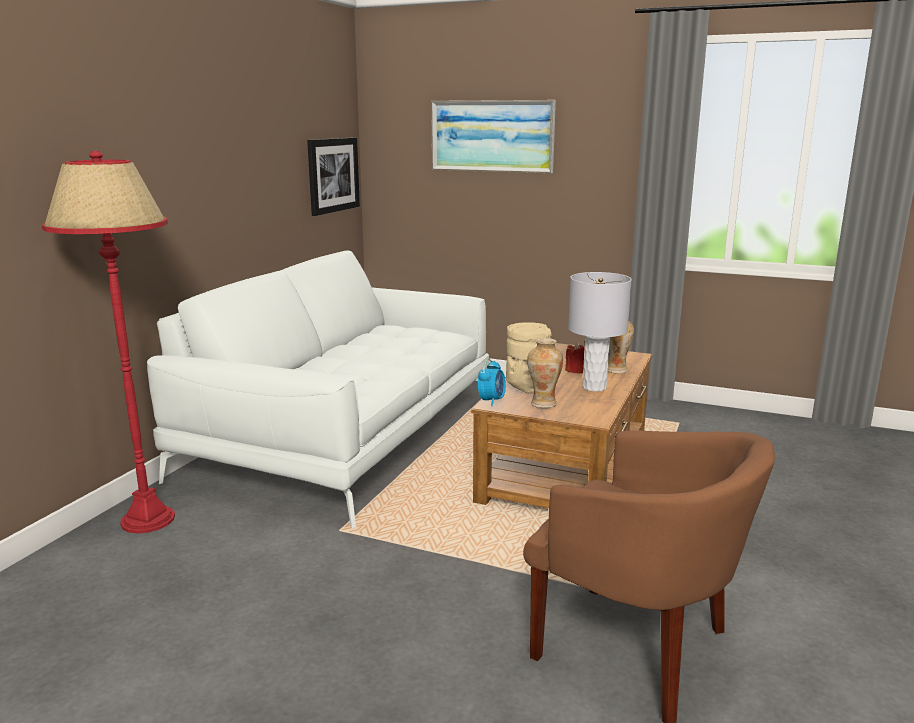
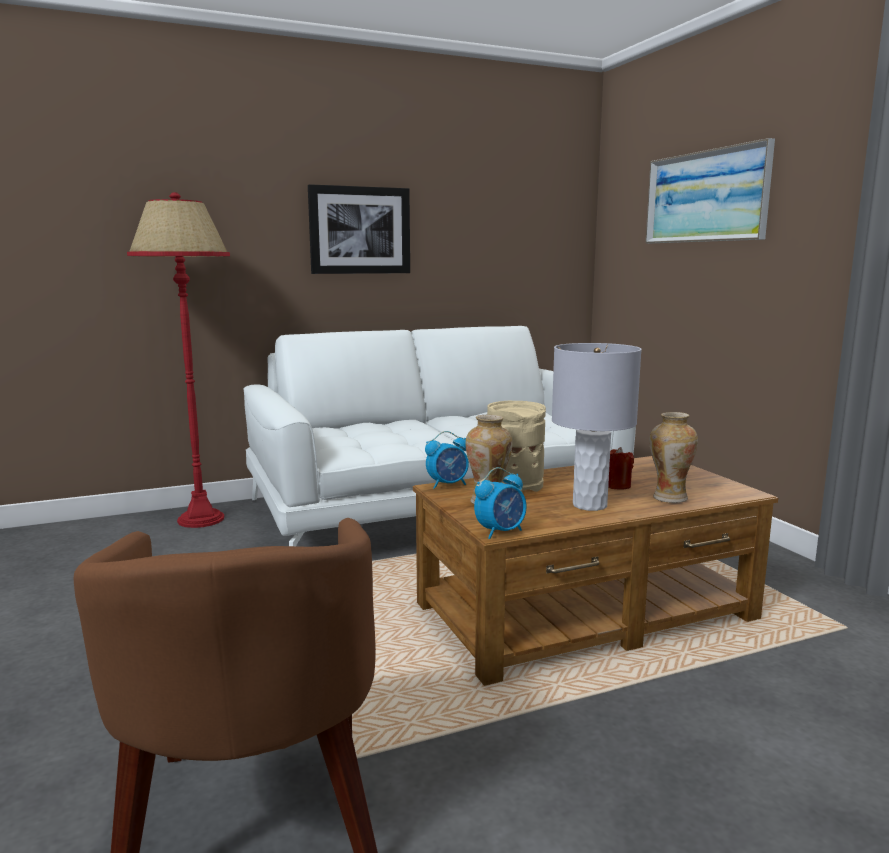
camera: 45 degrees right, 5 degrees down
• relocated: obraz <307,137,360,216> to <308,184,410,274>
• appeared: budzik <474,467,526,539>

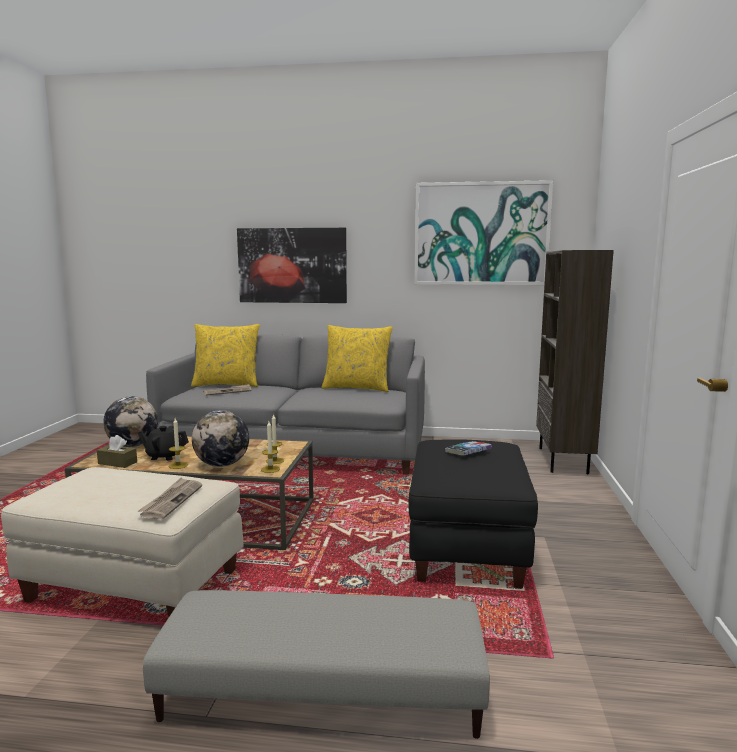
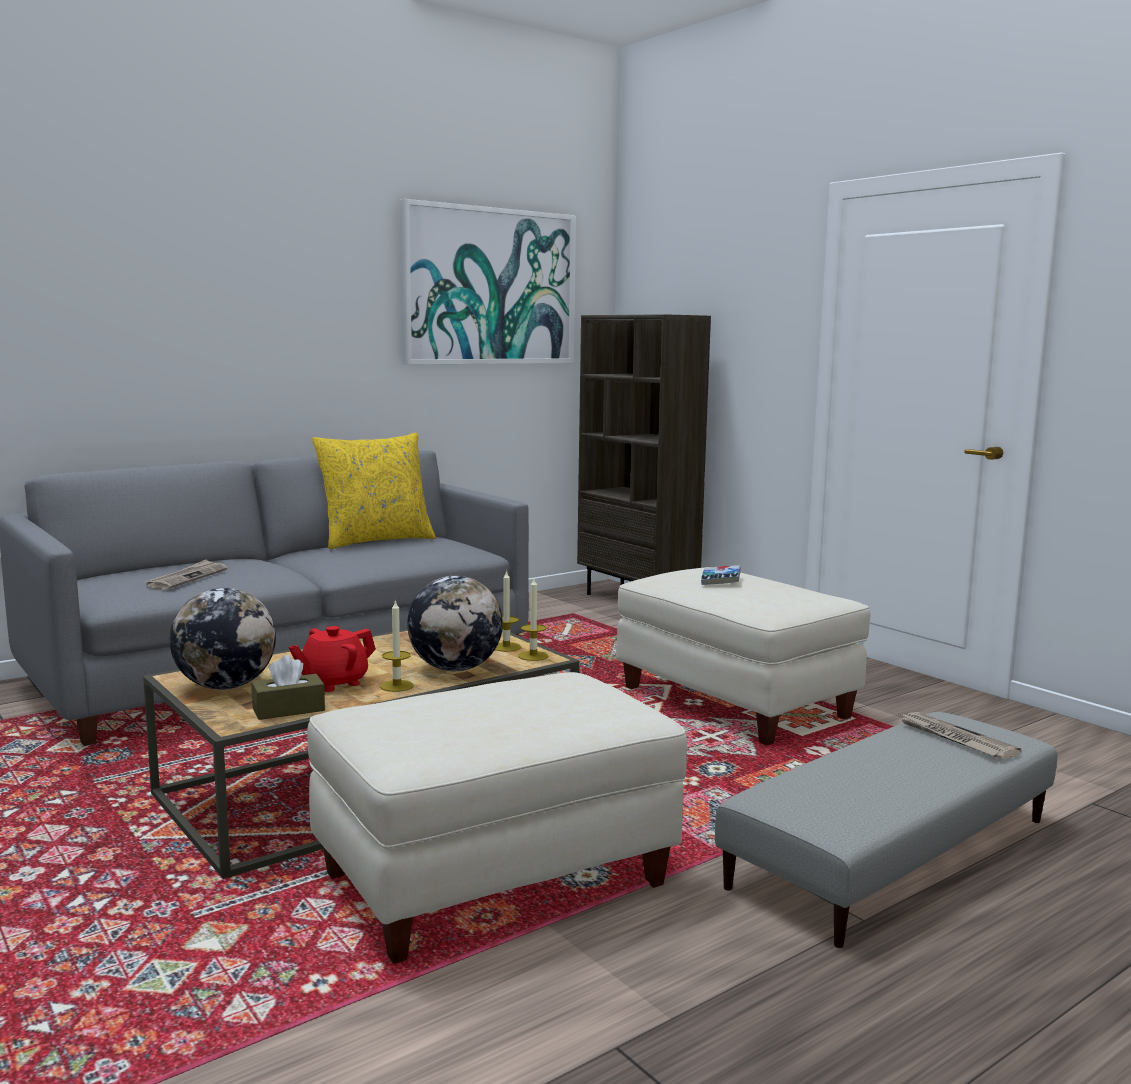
camera: 45 degrees left, 0 degrees up
• missing: obraz <237,228,347,303>
• missing: poduszka [żółty] <191,324,260,387>
• colour: imbryk [czarny] <138,426,189,460> to imbryk [czerwony] <289,626,376,692>
• colour: pufa [czarny] <409,439,538,588> to pufa [beżowy] <616,567,870,745>
• relocated: gazeta <137,478,202,519> to <899,712,1021,760>

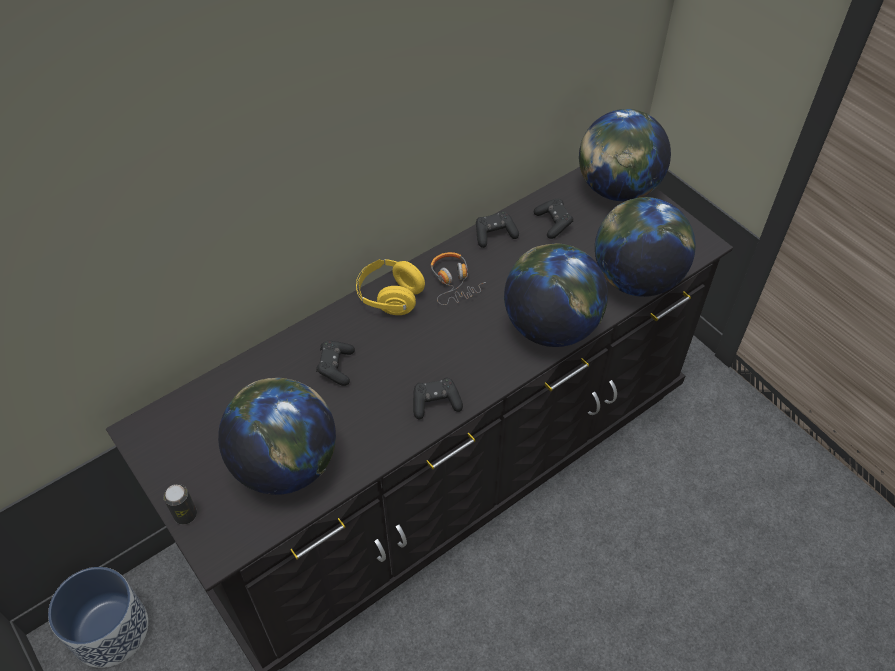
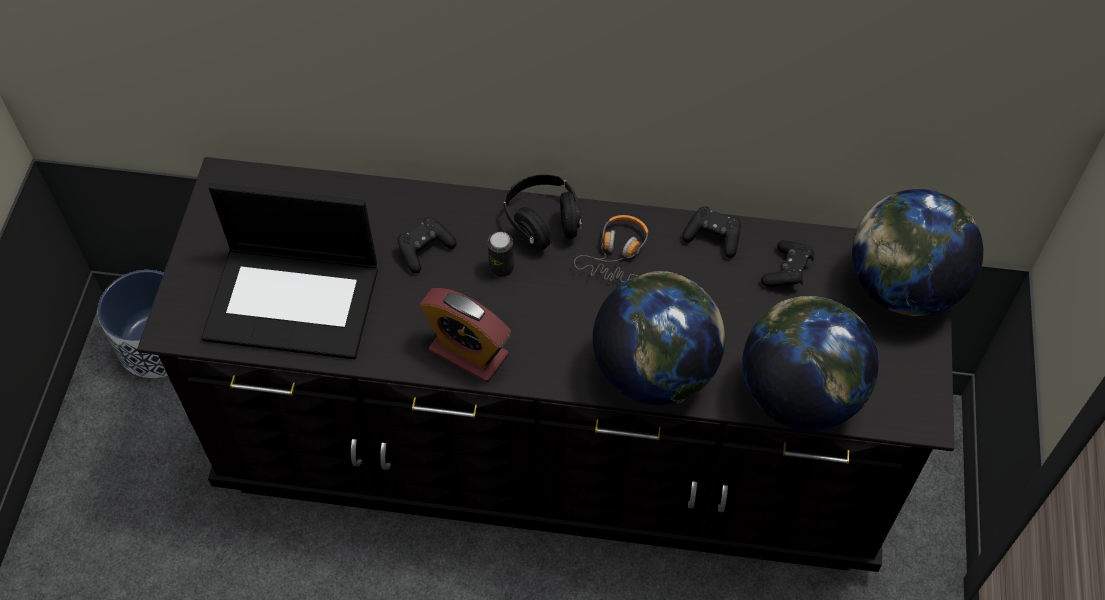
camera: 45 degrees right, 5 degrees up
• colour: słuchawki [żółty] <356,259,426,315> to słuchawki [czarny] <504,174,582,250>
• exchanged: pad do gier [czarny] <413,377,463,420> to budzik <420,288,511,382>
• exchanged: globus <218,378,336,495> to laptop <201,183,378,360>
• relocated: puszka <163,484,197,525> to <488,232,514,277>

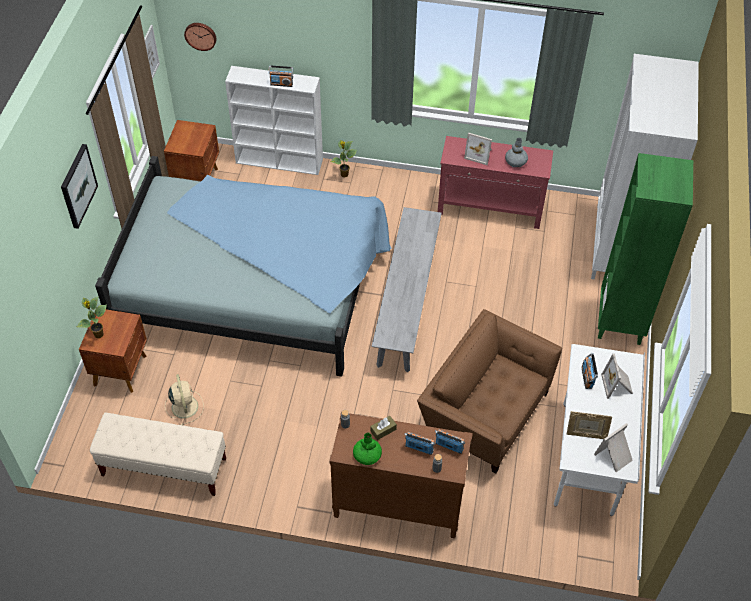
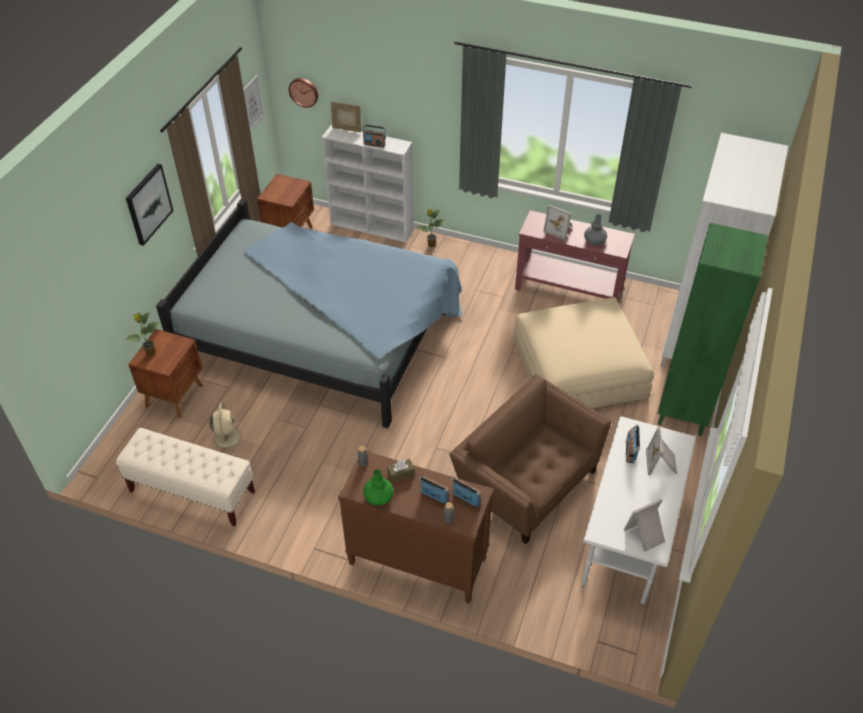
camera: 10 degrees right, 5 degrees down
• missing: ławka [szary] <372,207,442,372>
• relocated: ramka na zdjęcie <567,411,612,439> to <331,102,361,132>
• appeared: pufa [beżowy] <513,297,654,408>

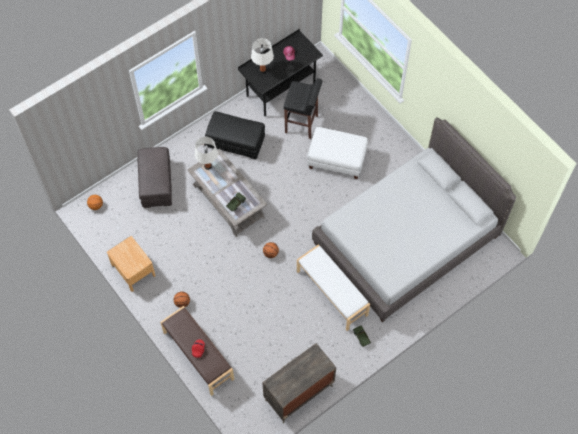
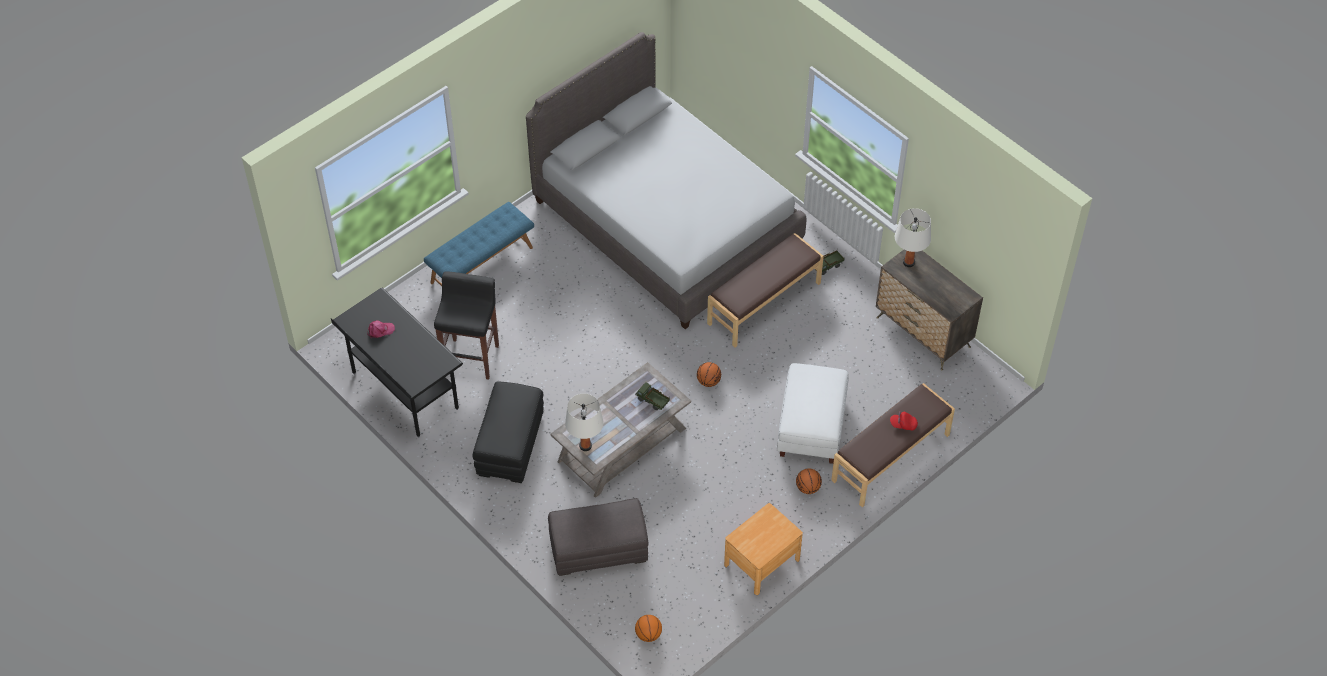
camera: 95 degrees left, 10 degrees down
• relocated: lampa stołowa [biały] <251,38,274,73> to <895,208,931,267>
• relocated: pufa [biały] <307,127,368,179> to <777,363,849,464>
• colour: ławka [biały] <297,244,370,331> to ławka [brązowy] <707,233,823,348>
• appeared: ławka [niebieski] <424,202,534,286>

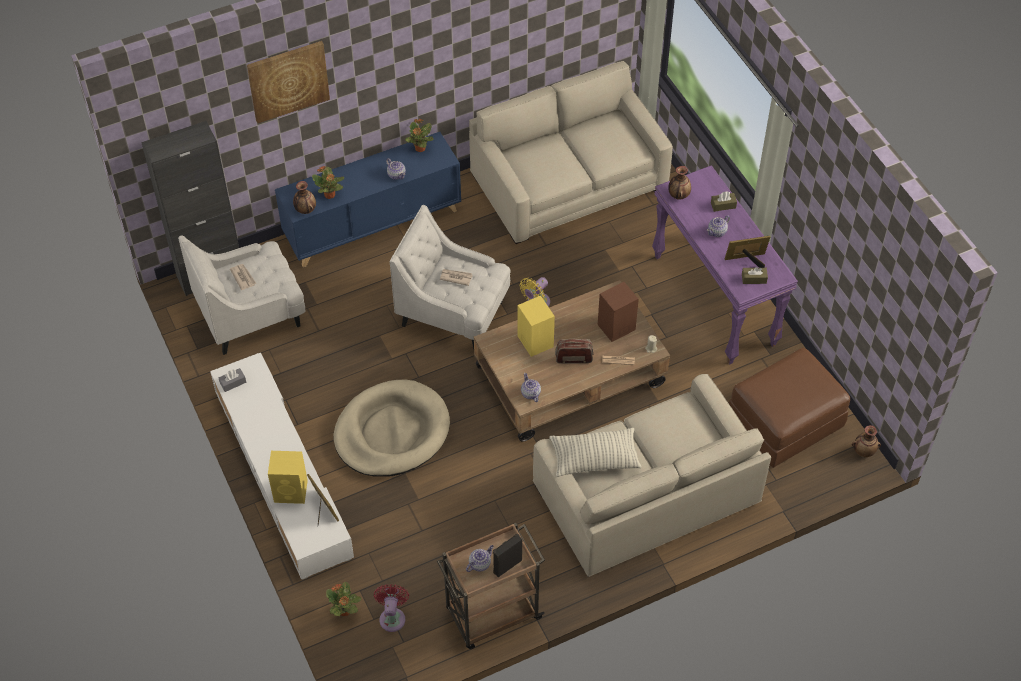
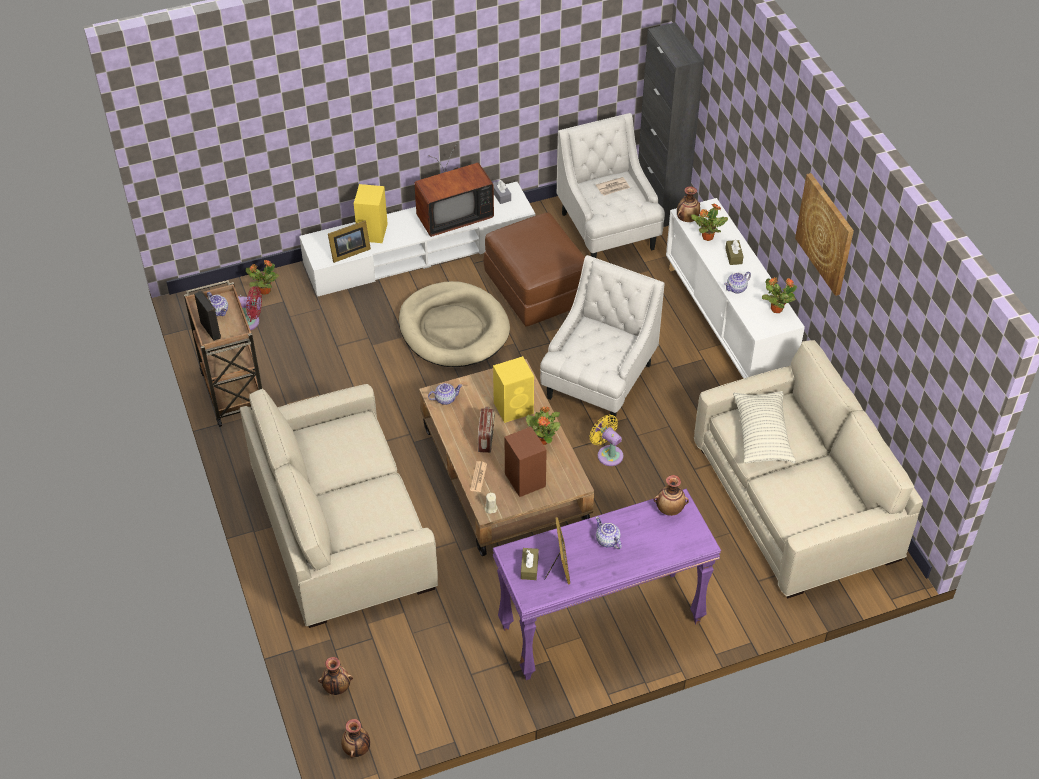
camera: 95 degrees right, 5 degrees down
• relocated: obraz <247,41,330,123> to <795,173,854,296>
• colour: szafka [niebieski] <275,132,461,267> to szafka [biały] <666,198,805,379>
• relocated: pudełko chusteczek [brązowy] <711,191,737,212> to <725,239,744,265>
• missing: gazeta <440,269,473,286>
• relocated: pufa [brązowy] <729,348,850,468> to <483,213,585,326>
• relocated: poduszka <549,428,641,477> to <733,391,796,463>
• appeared: telewizor <414,144,494,237>
• appeared: roślina doniczkowa <526,406,561,445>
• appeared: wazon <318,657,353,695>

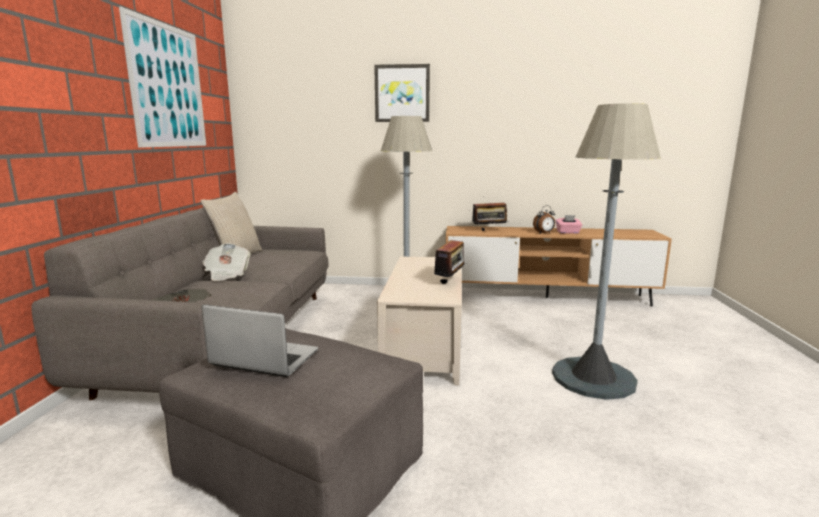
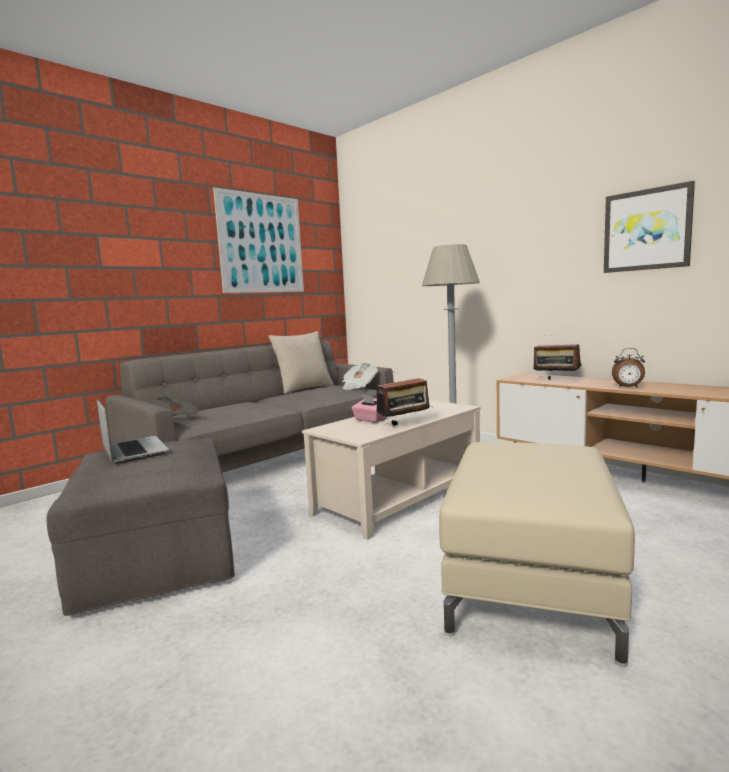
camera: 40 degrees right, 5 degrees down
• relocated: obraz <374,64,430,122> to <604,181,695,273>
• exchanged: lampa stojąca [szary] <552,103,661,400> to pufa [beżowy] <439,442,635,667>
• relocated: pudełko chusteczek [różowy] <556,215,582,234> to <352,394,387,423>
• relocated: gazeta <202,243,251,281> to <342,363,378,390>

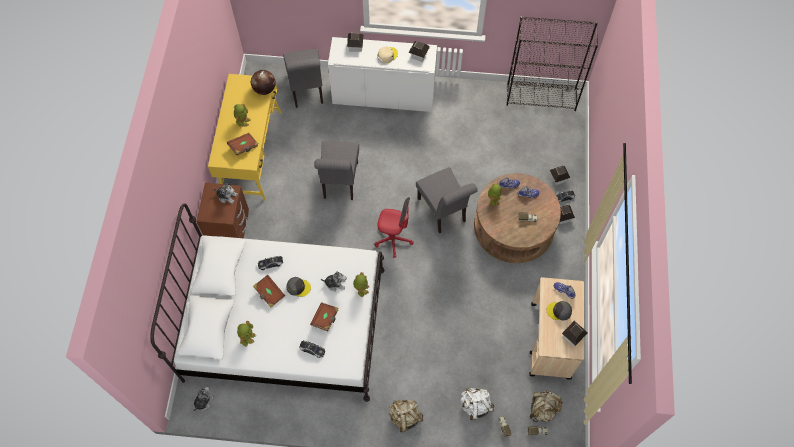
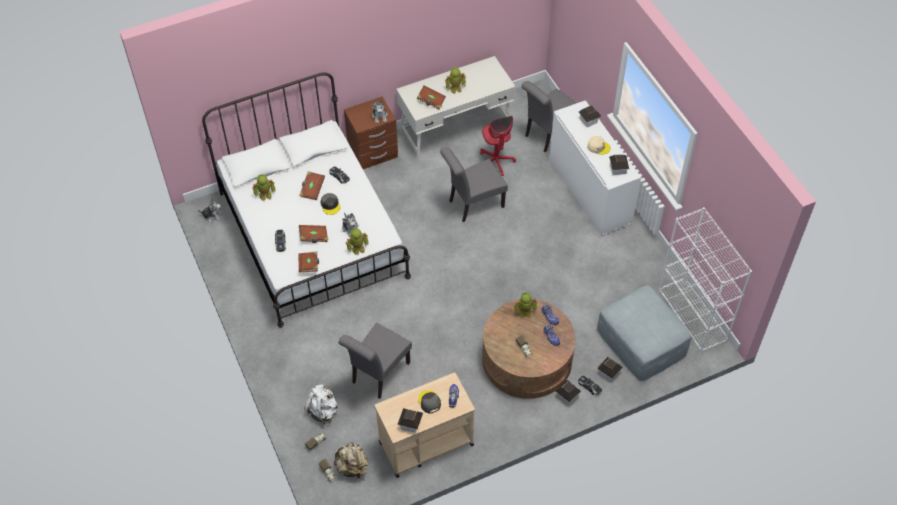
camera: 60 degrees right, 10 degrees down
• colour: regał [czarny] <507,16,598,111> to regał [biały] <658,207,752,354>
• missing: globus <251,70,276,95>
• colour: biurko [żółty] <208,74,282,201> to biurko [biały] <396,56,516,162>
• relocated: krzesło [szary] <416,167,478,233> to <339,323,412,399>
• relocated: krzesło biurowe [czerwony] <375,197,414,258> to <480,116,516,176>
• missing: plecak [beżowy] <389,400,423,432>
• appeared: książka [brązowy] <298,251,319,273>
• appeared: pufa [szary] <597,285,691,381>

